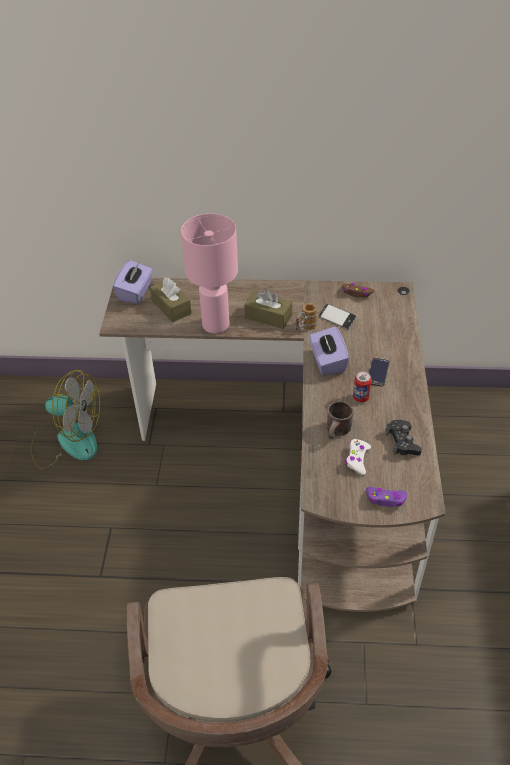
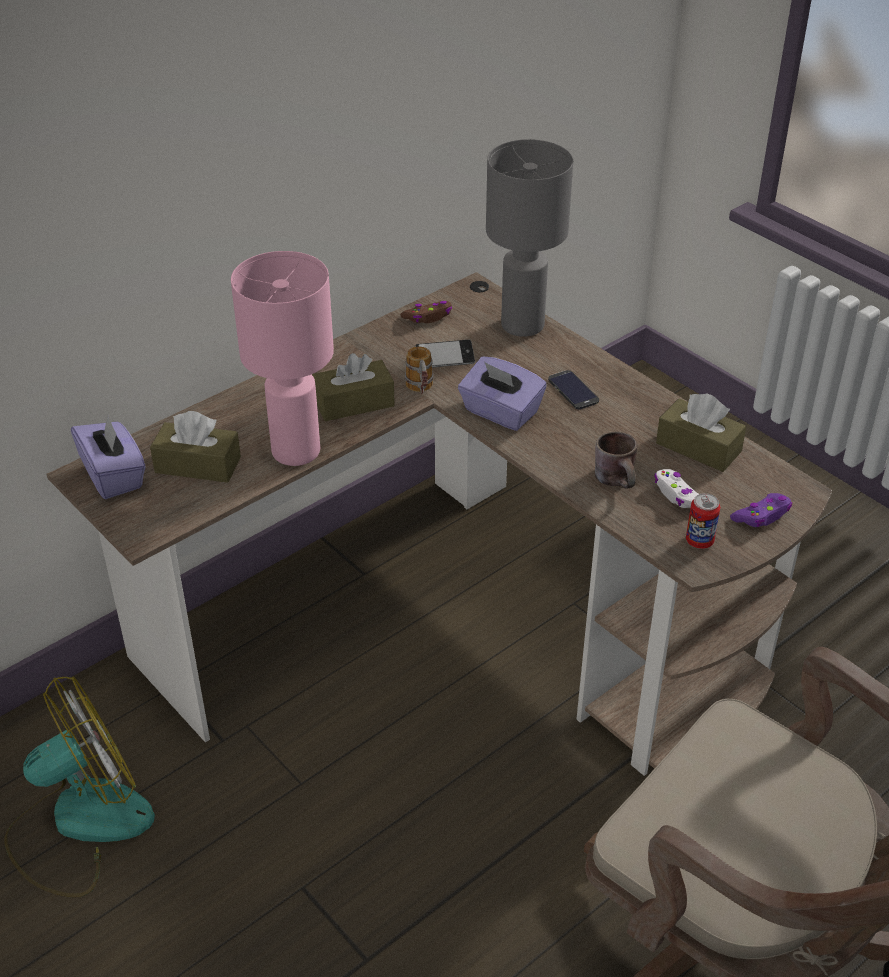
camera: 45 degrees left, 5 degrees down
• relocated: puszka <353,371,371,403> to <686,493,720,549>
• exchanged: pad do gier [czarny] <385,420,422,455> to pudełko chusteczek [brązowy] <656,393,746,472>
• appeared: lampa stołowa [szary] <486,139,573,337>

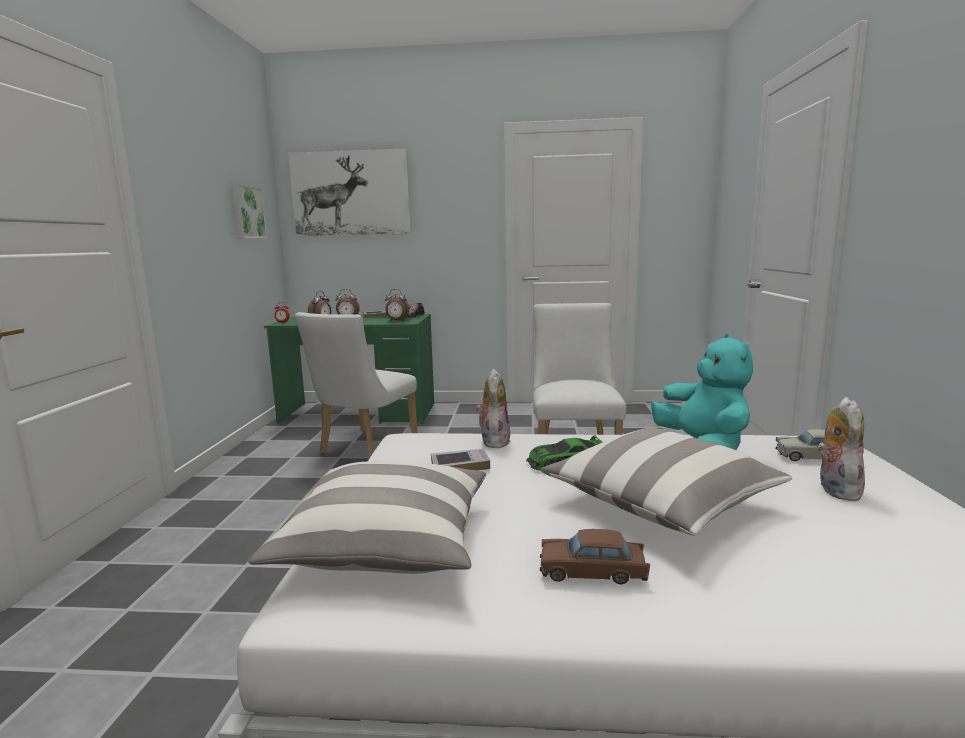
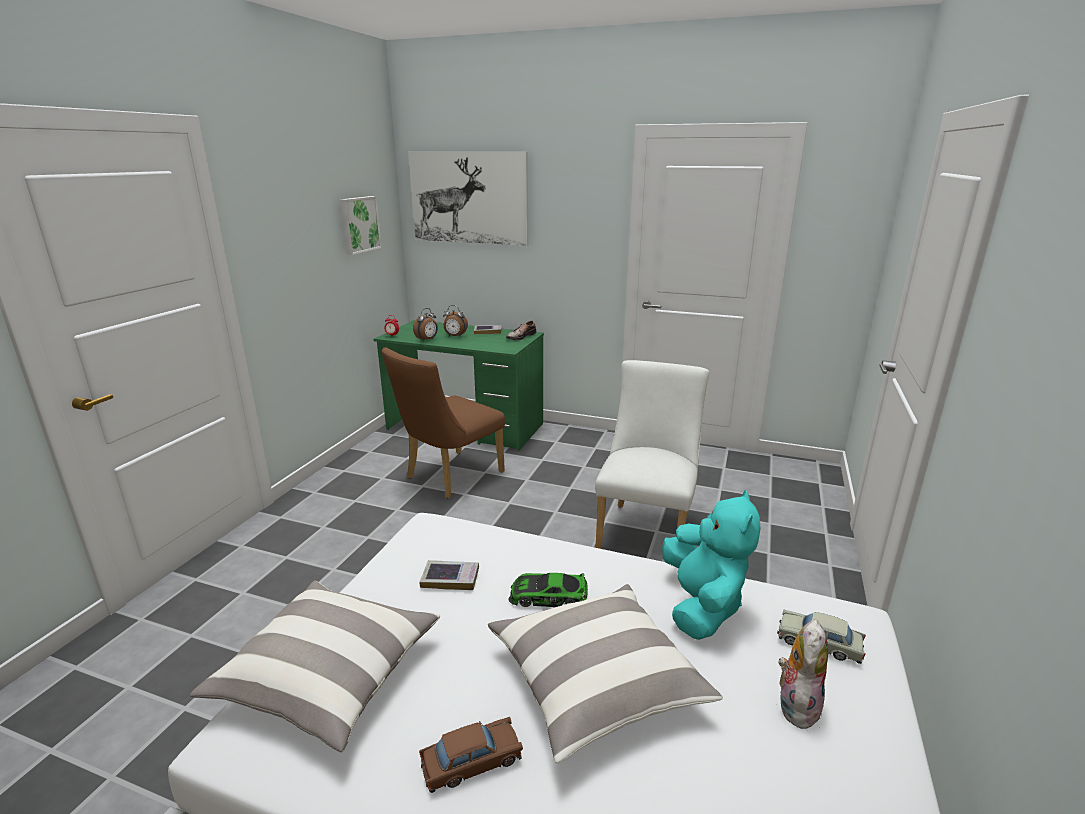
camera: 15 degrees right, 10 degrees up
• missing: budzik <385,289,410,321>
• colour: krzesło [biały] <295,312,417,458> to krzesło [brązowy] <382,347,505,498>
• missing: pluszak <476,369,510,448>
• spun: samochodzik [brązowy] <540,529,650,584> = <419,717,523,793> 135 degrees clockwise

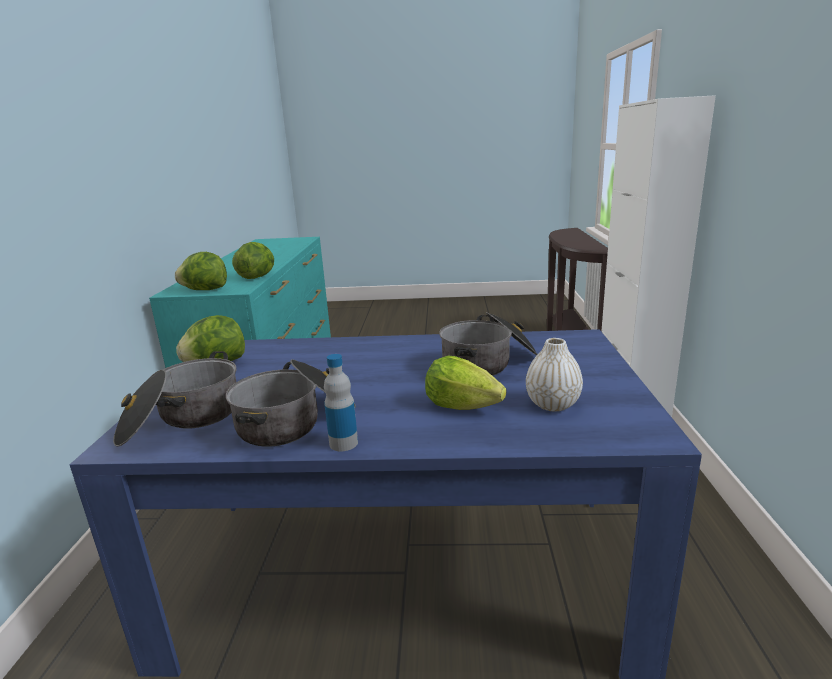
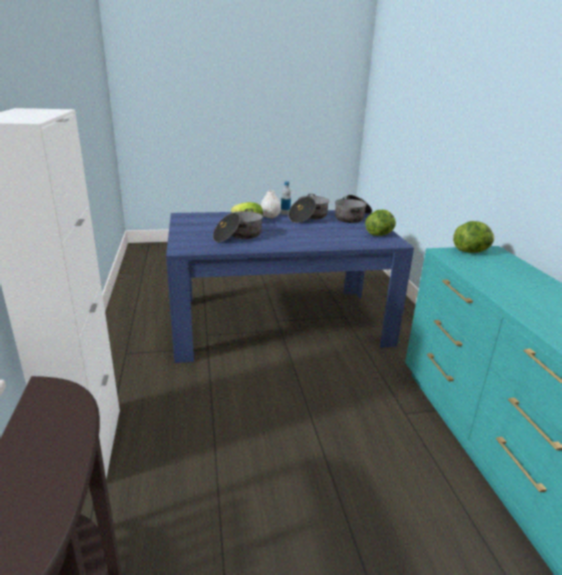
camera: 165 degrees right, 5 degrees up
• missing: sałata <232,242,274,279>
• relocated: wazon [biały] <526,338,583,411> to <260,190,281,218>

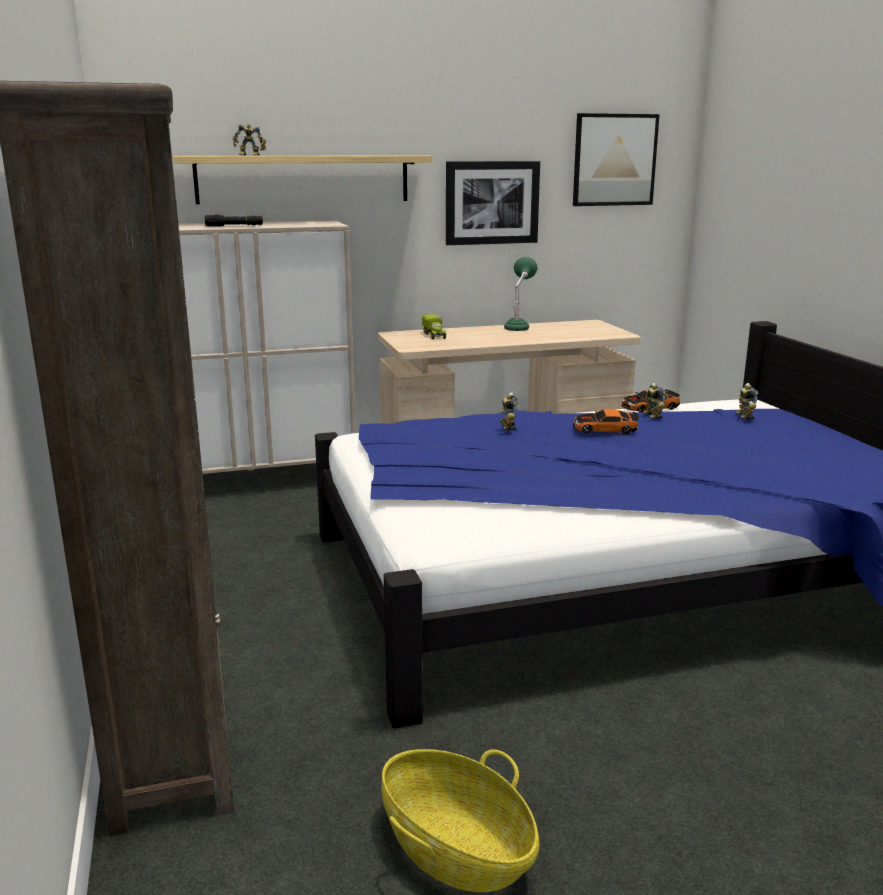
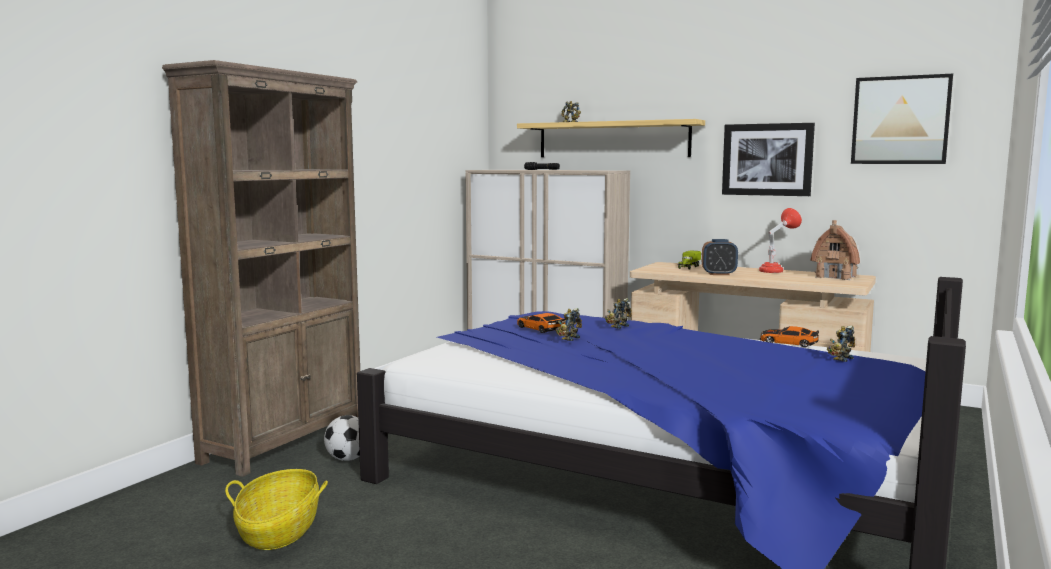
camera: 45 degrees right, 10 degrees down
• colour: lampa stołowa [zielony] <504,257,537,331> to lampa stołowa [czerwony] <759,208,802,273>
• relocated: robot zabawkowy <643,383,666,418> to <555,308,582,341>
• relocated: samochodzik <573,409,639,435> to <517,313,566,333>
• appeared: domek <810,220,860,280>
• appeared: budzik <702,239,738,275>
• appeared: piłka futbolowa <324,415,360,461>

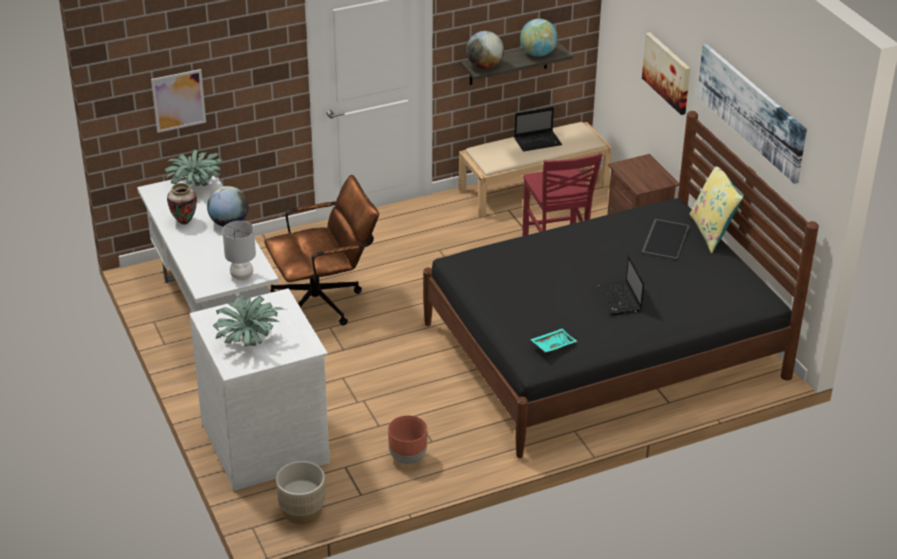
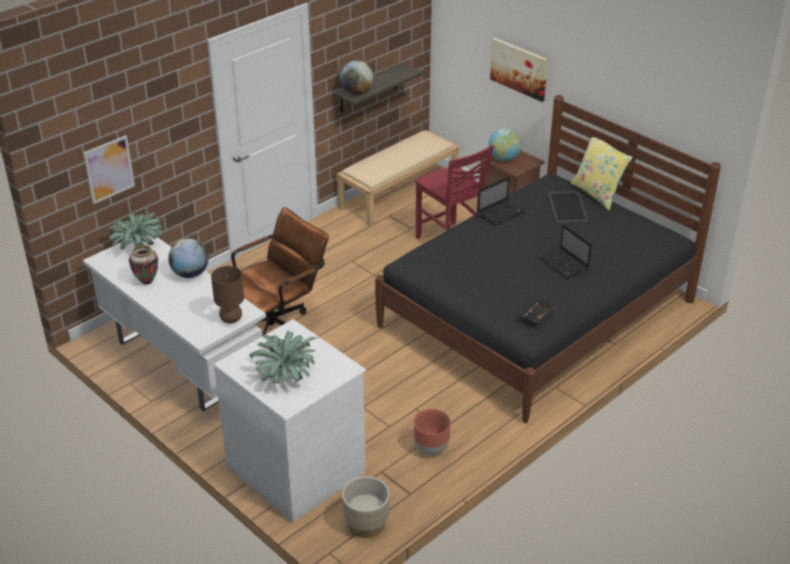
camera: 20 degrees left, 0 degrees up
• relocated: globus <520,19,558,56> to <488,128,522,161>
• missing: obraz <697,44,807,184>
• relocated: laptop <514,107,562,151> to <478,176,525,225>
• colour: lampa stołowa [szary] <222,221,256,281> to lampa stołowa [brązowy] <211,266,244,324>
• colour: taca [turkusowy] <530,329,578,352> to taca [czarny] <519,300,556,323>

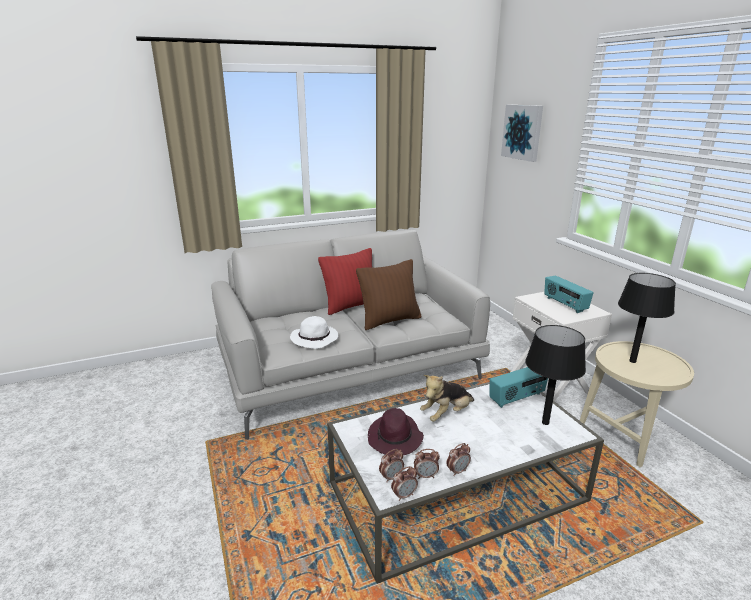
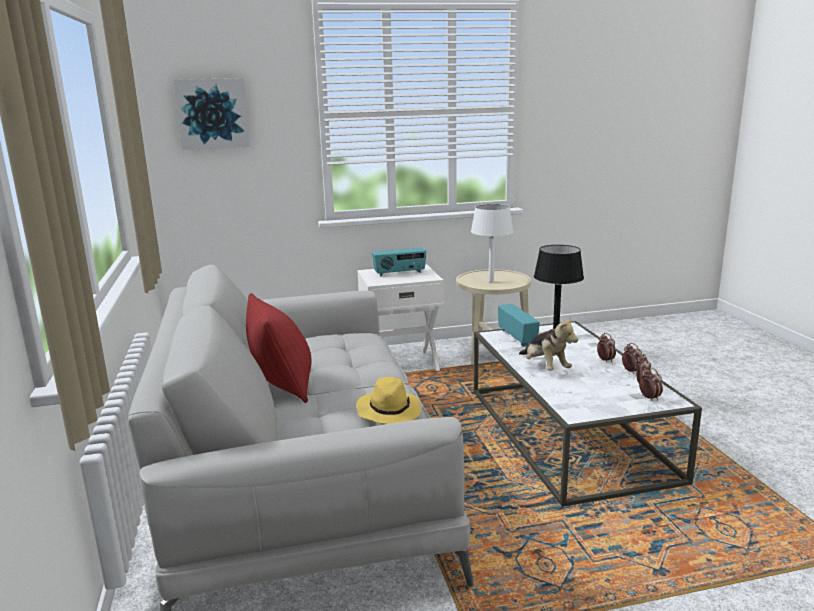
camera: 80 degrees left, 5 degrees down
• missing: poduszka [brązowy] <356,259,421,330>
• colour: lampa stołowa [czarny] <618,273,676,363> to lampa stołowa [biały] <471,204,514,283>
• colour: kapelusz [biały] <290,316,338,349> to kapelusz [żółty] <356,377,421,424>
• missing: kapelusz [fioletowy] <368,408,424,455>
• relocated: budzik <391,466,418,501> to <597,333,616,363>

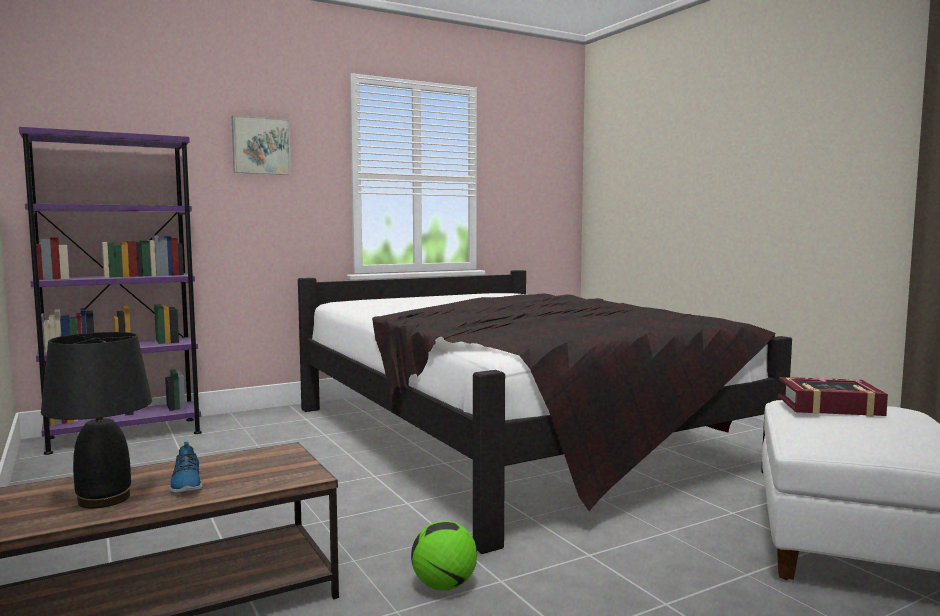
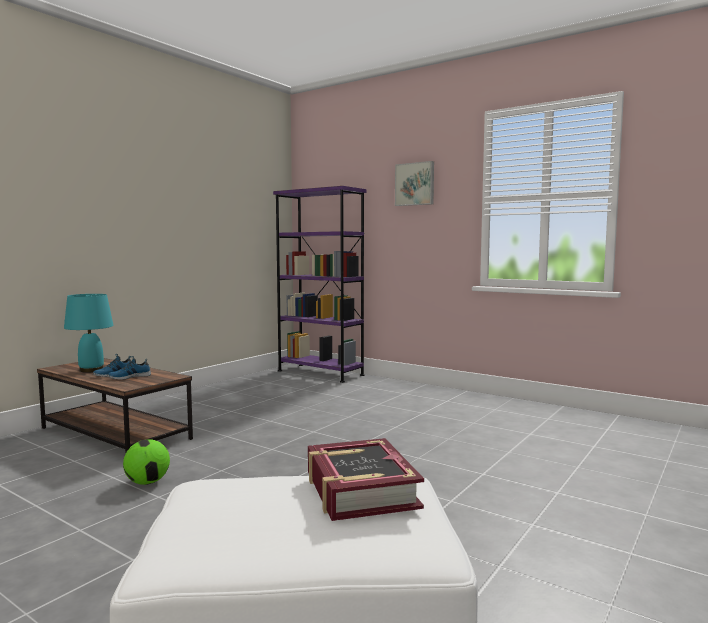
camera: 65 degrees right, 0 degrees up
• missing: łóżko [czarny] <298,270,792,554>
• colour: lampa stołowa [czarny] <41,332,152,508> to lampa stołowa [turkusowy] <64,294,114,373>
• appeared: but <108,356,151,380>

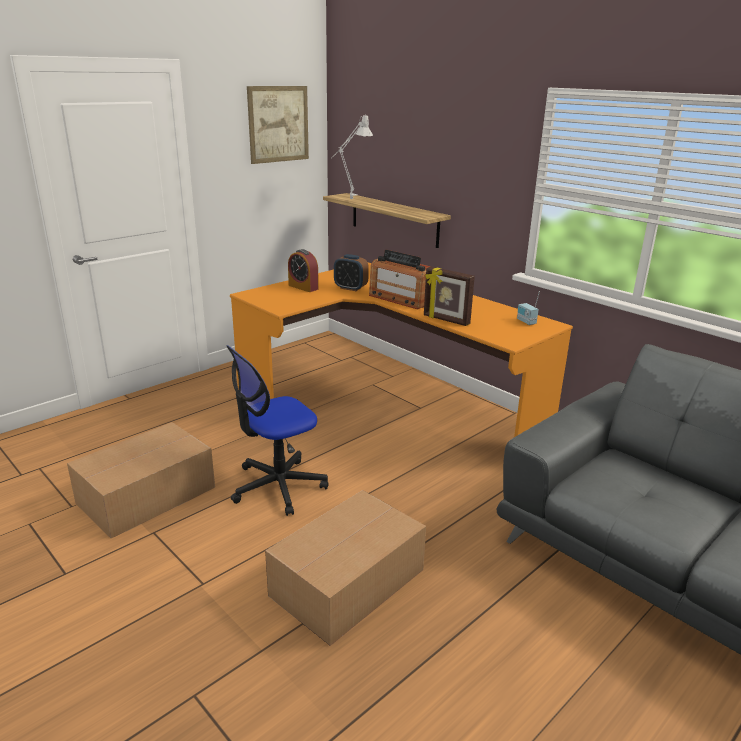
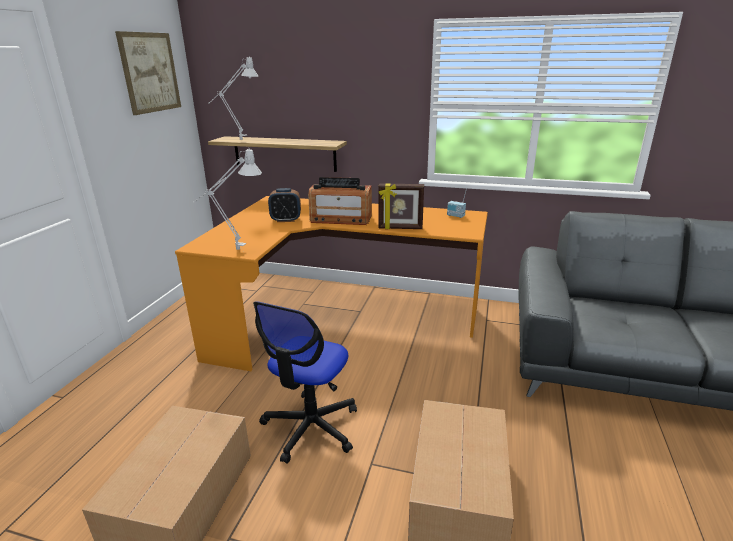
camera: 30 degrees left, 0 degrees up
• missing: budzik <288,249,319,292>
• appeared: lampa stołowa [szary] <194,149,262,250>

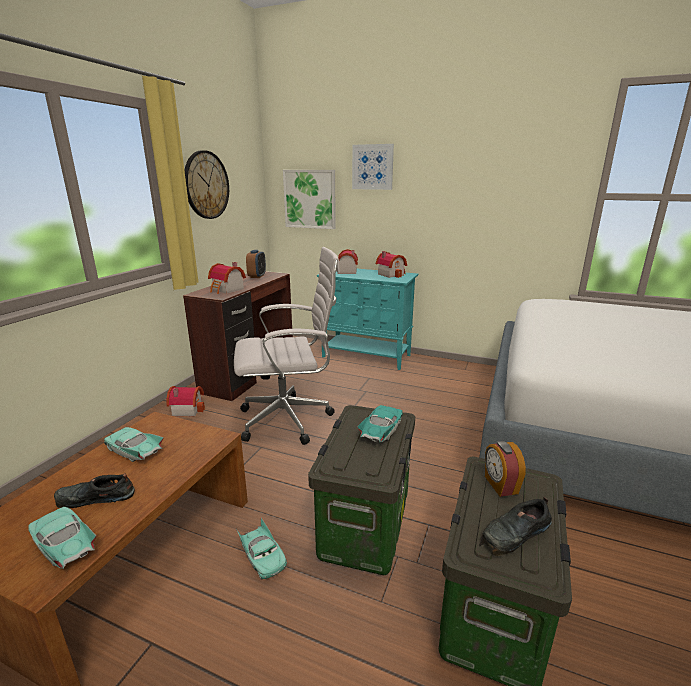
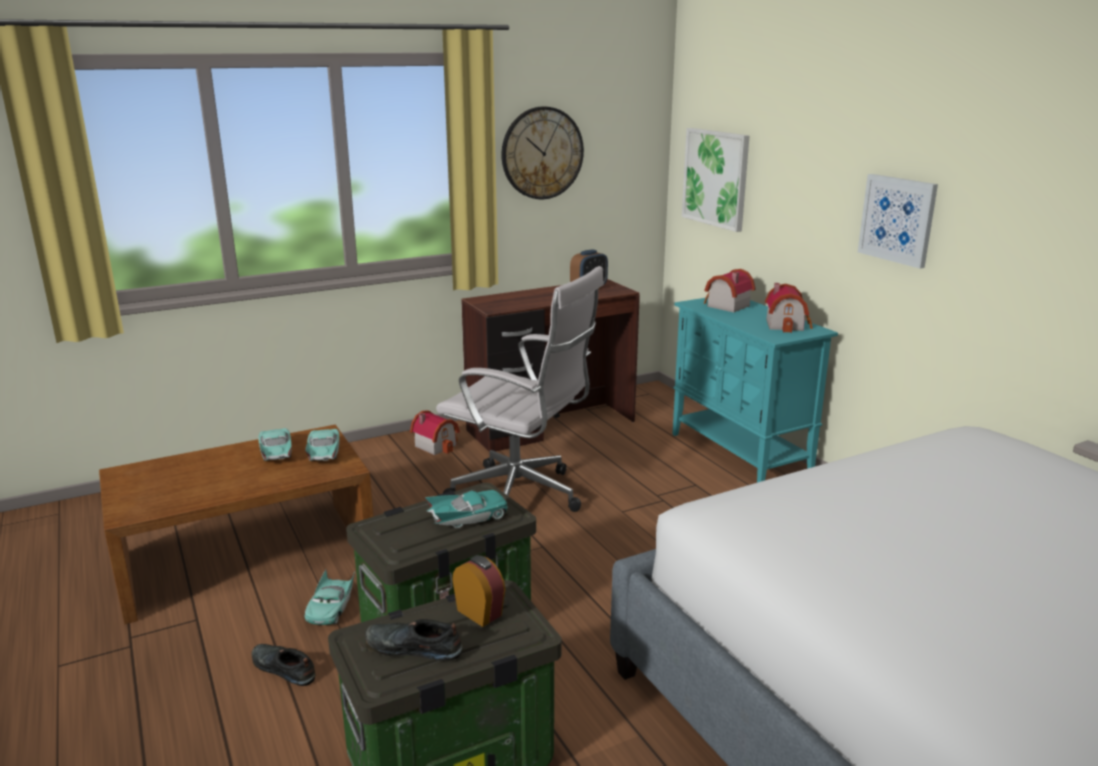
camera: 40 degrees right, 0 degrees up
• relocated: obraz <352,144,394,190> to <858,174,938,269>
• missing: domek <208,262,246,294>
• spun: budzik <485,441,526,497> = <452,555,506,627> 105 degrees clockwise
• relocated: but [czarny] <54,473,135,508> to <252,644,316,686>
• relocated: samochodzik [turkusowy] <28,507,96,569> to <305,429,340,461>

